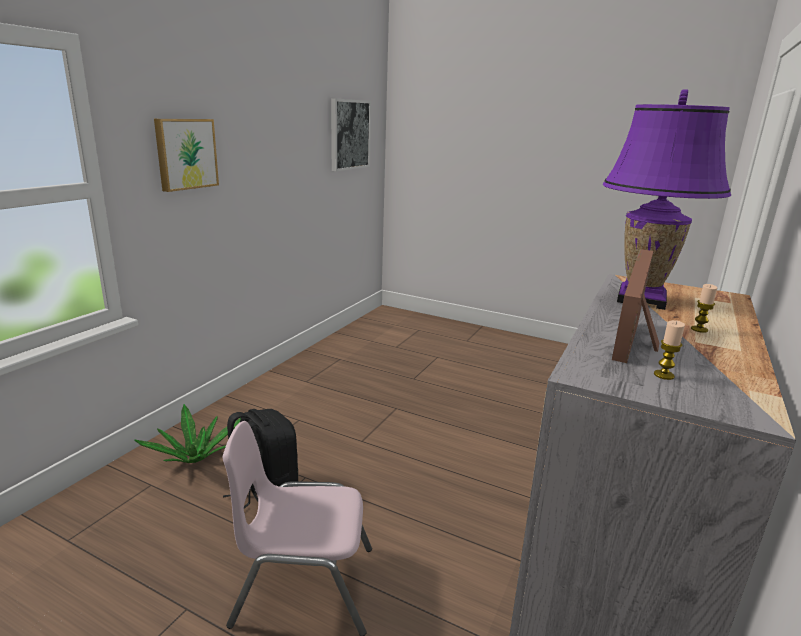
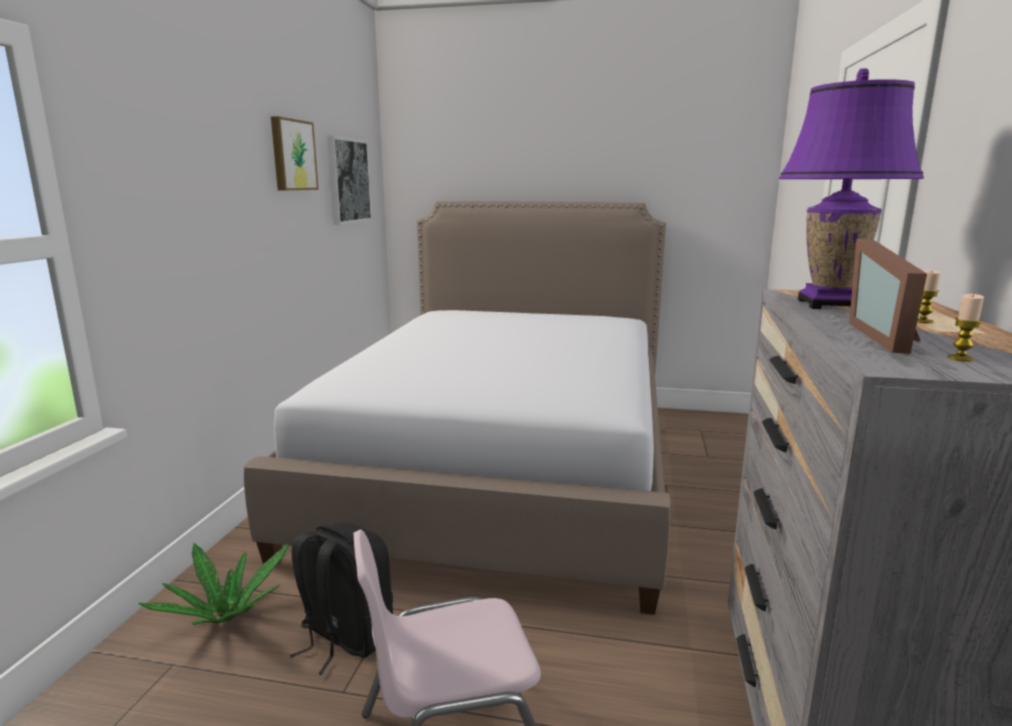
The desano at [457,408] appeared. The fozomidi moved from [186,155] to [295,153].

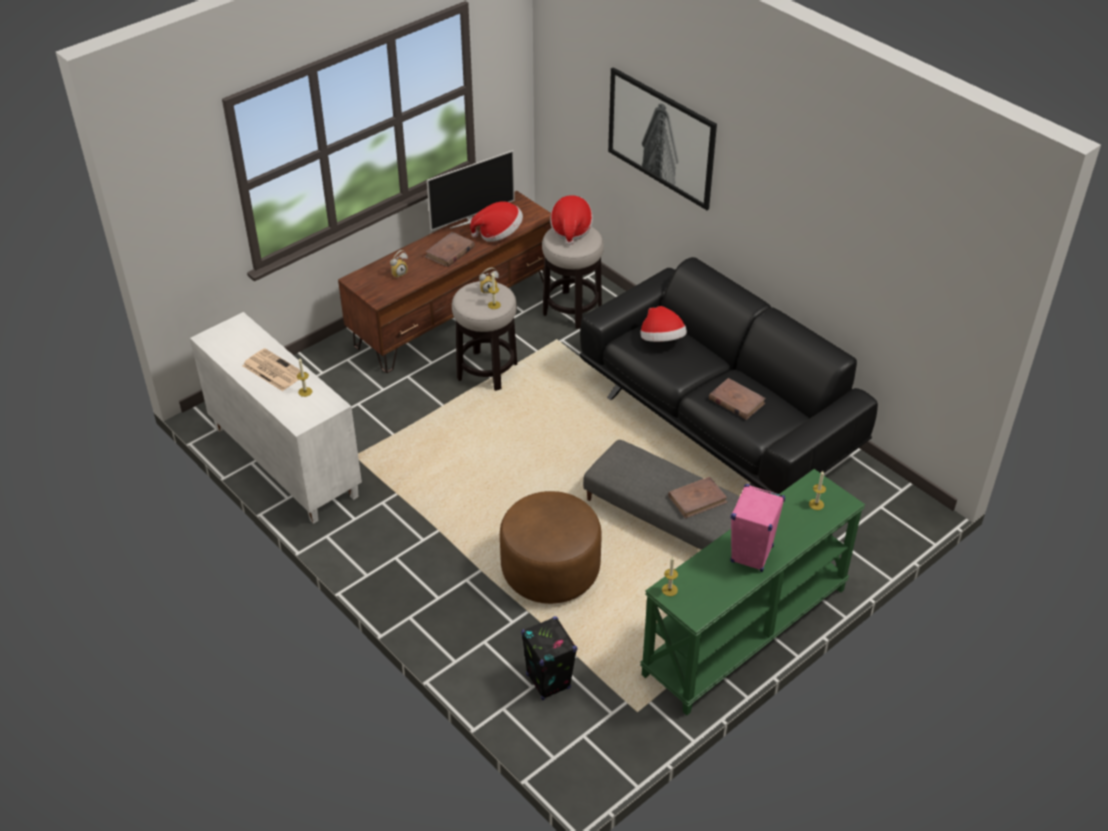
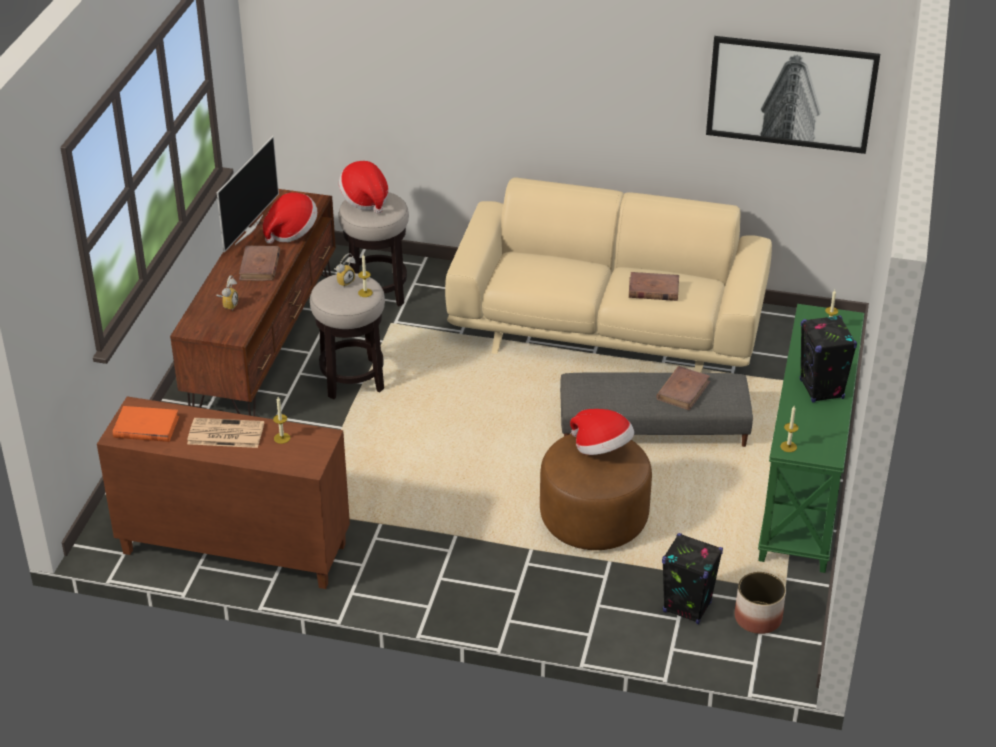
The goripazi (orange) at [146,424] appeared. The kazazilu at [760,603] appeared. The fozomidi moved from [662,138] to [793,95]. The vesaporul moved from [664,324] to [602,432]. The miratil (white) at [276,418] became the miratil (brown) at [223,492]. The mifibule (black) at [729,375] became the mifibule (beige) at [608,275]. The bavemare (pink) at [757,528] became the bavemare (black) at [828,358].

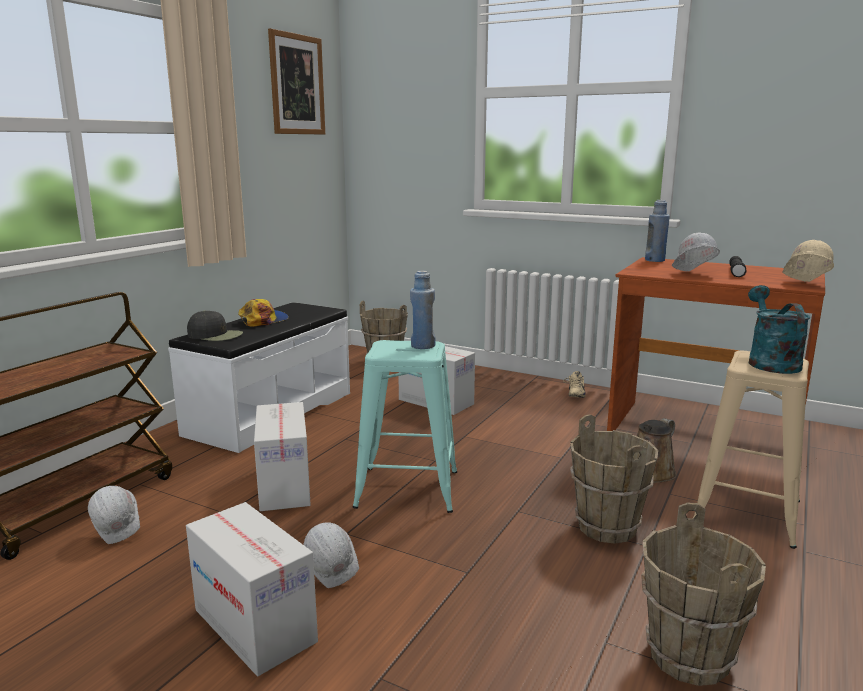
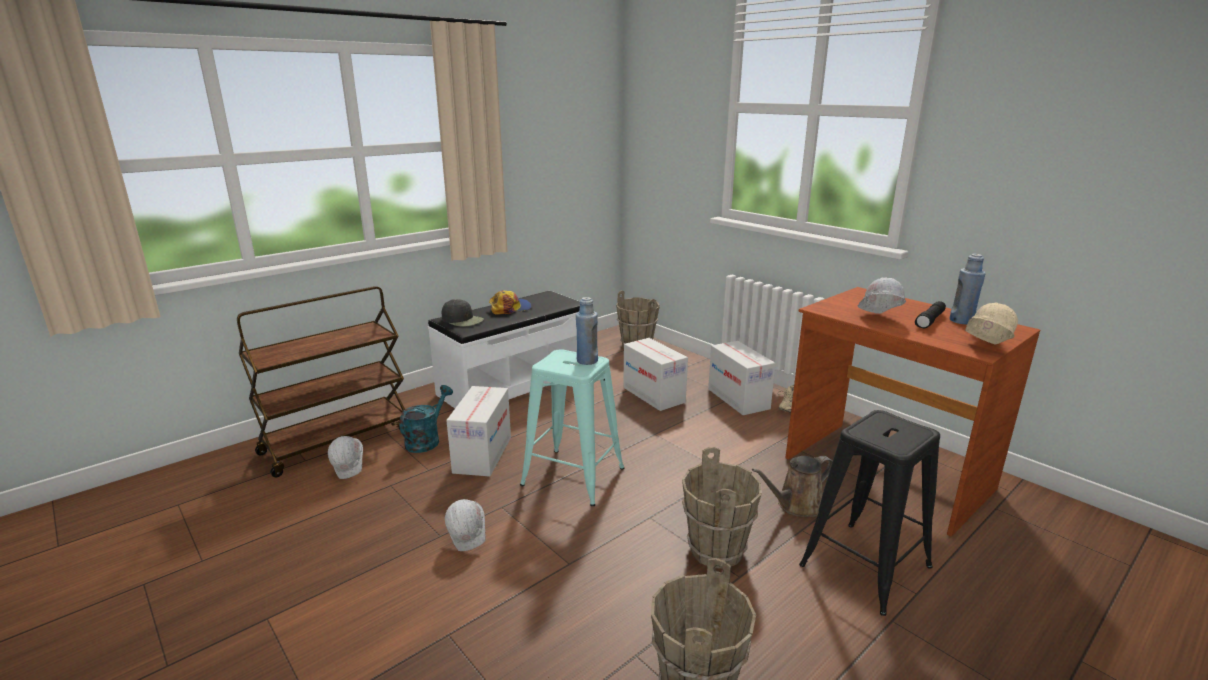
The fozomidi at [296,81] disappeared. The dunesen moved from [252,589] to [742,378]. The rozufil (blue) moved from [657,231] to [968,289]. The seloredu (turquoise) moved from [779,329] to [426,419]. The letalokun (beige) at [751,450] became the letalokun (black) at [869,513].

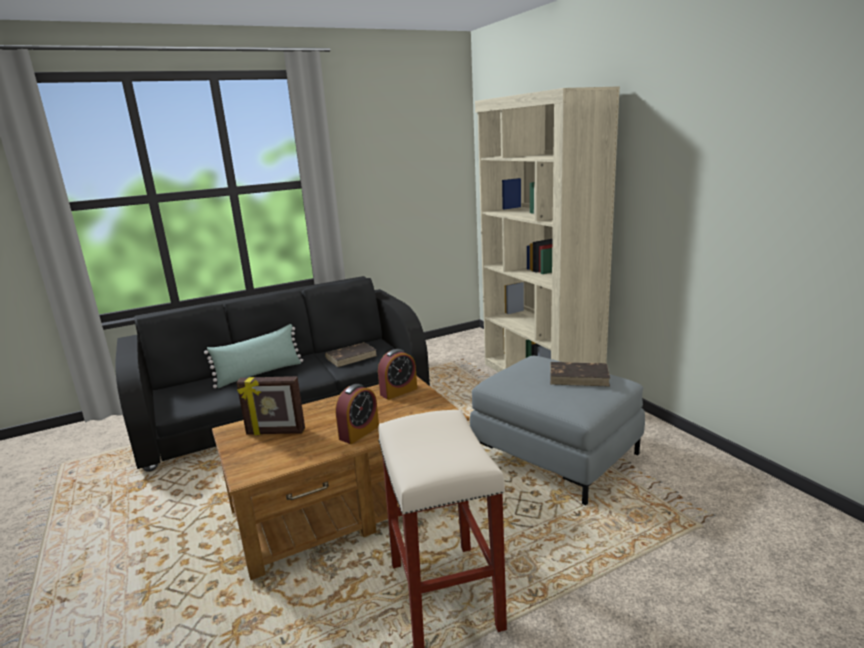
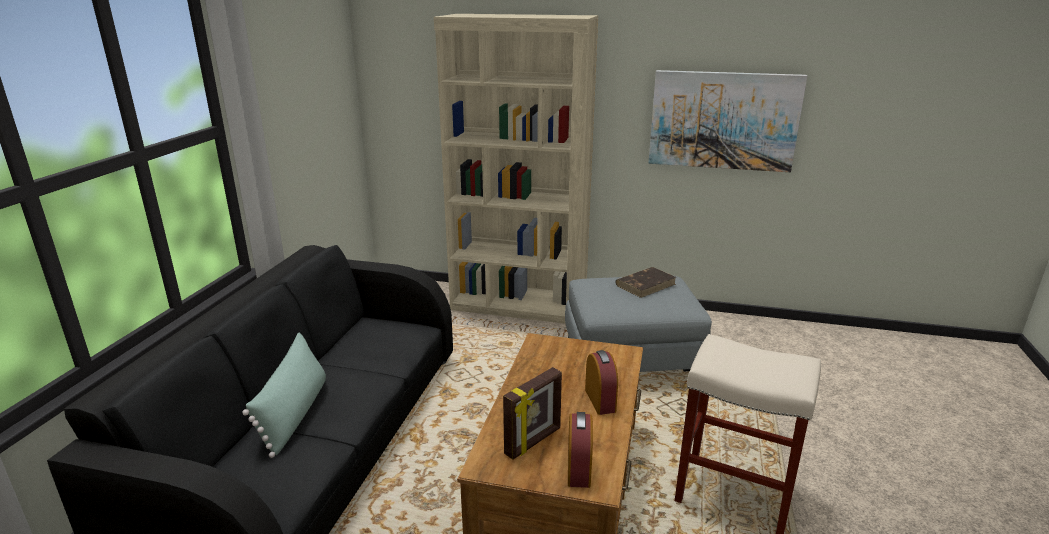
The goripazi (brown) at [351,354] disappeared. The fozomidi at [727,121] appeared. The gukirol moved from [397,374] to [580,450].

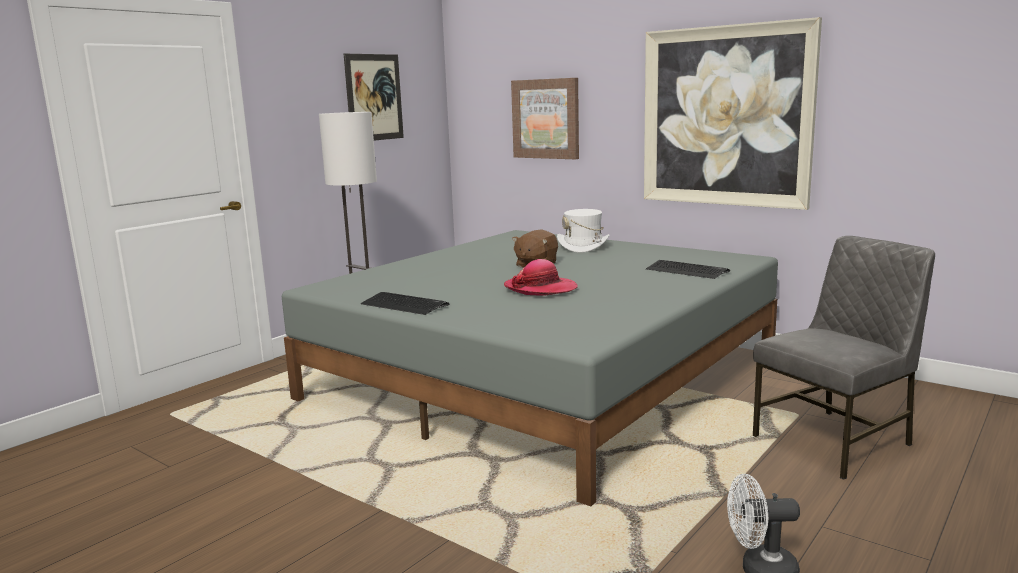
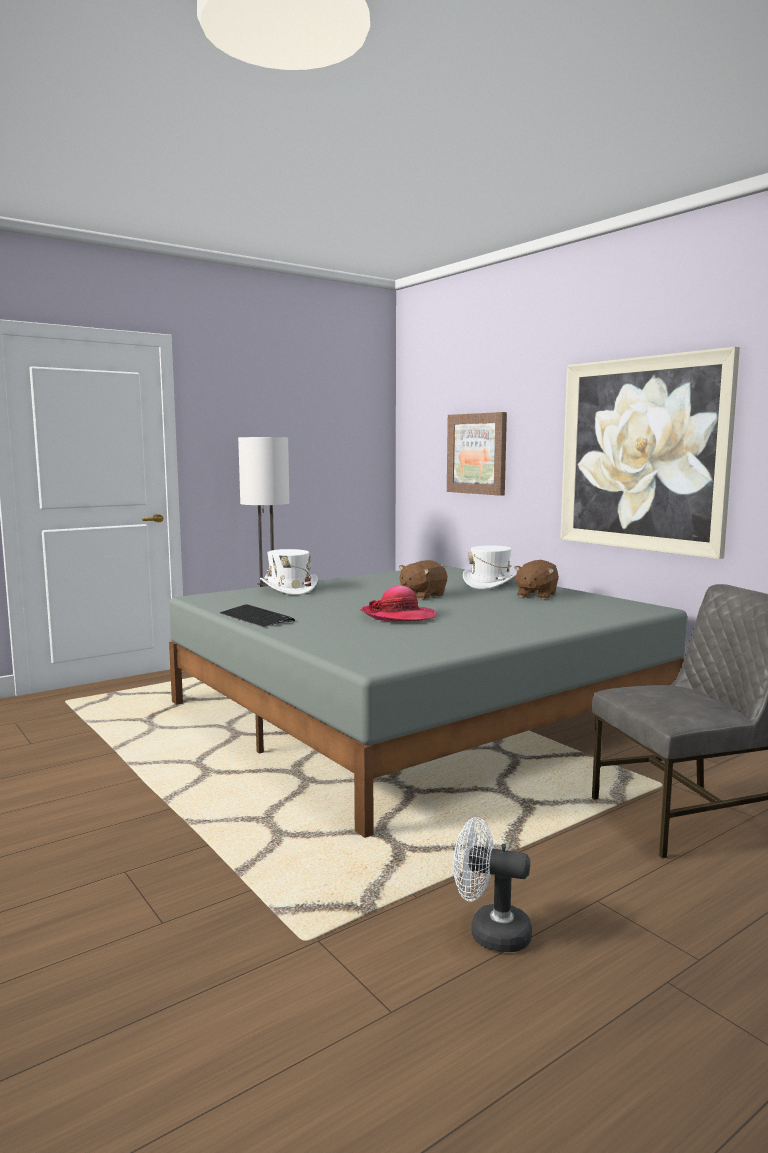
The fozomidi at [374,97] disappeared. The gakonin at [688,269] disappeared. The vesaporul (white) at [289,572] appeared. The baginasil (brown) at [536,579] appeared.

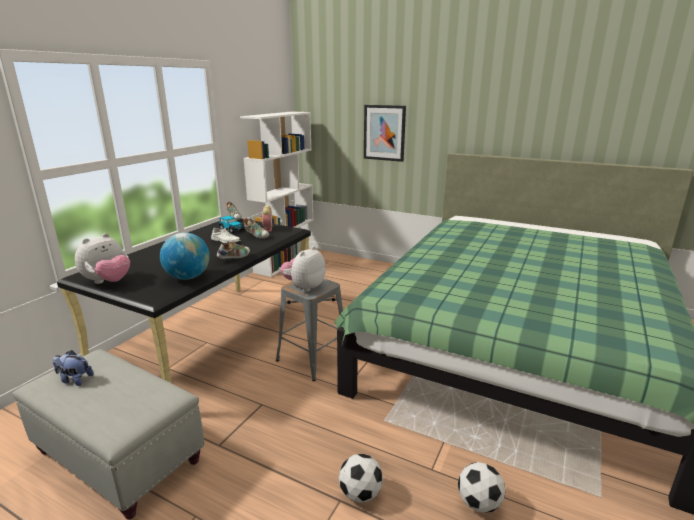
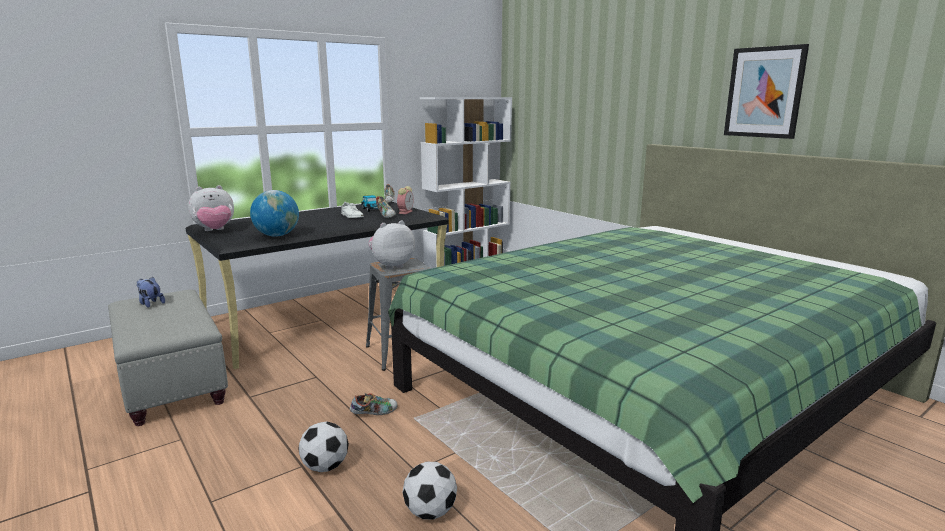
The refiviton moved from [233,250] to [374,404]. The fozomidi moved from [385,133] to [766,91].

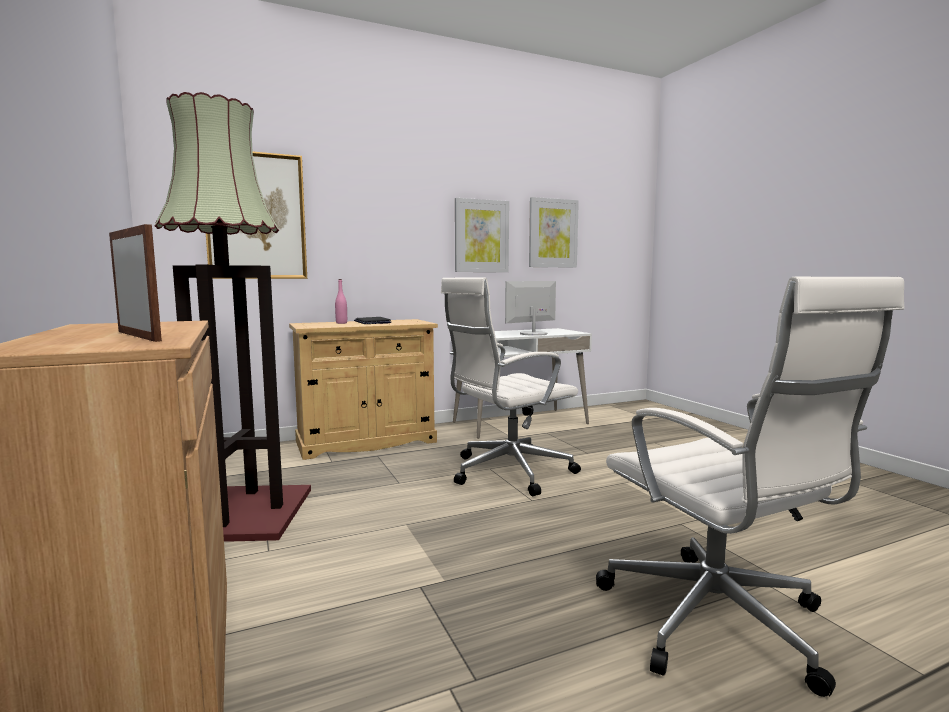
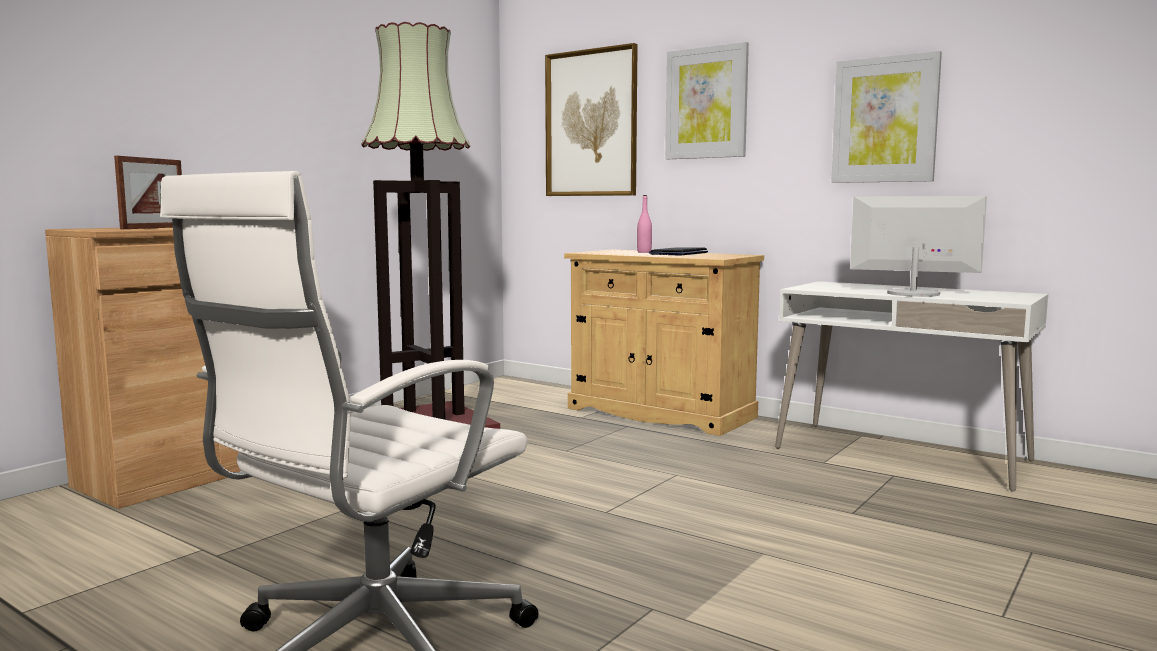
The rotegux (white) at [511,387] disappeared. The fozomidi moved from [554,232] to [707,100].

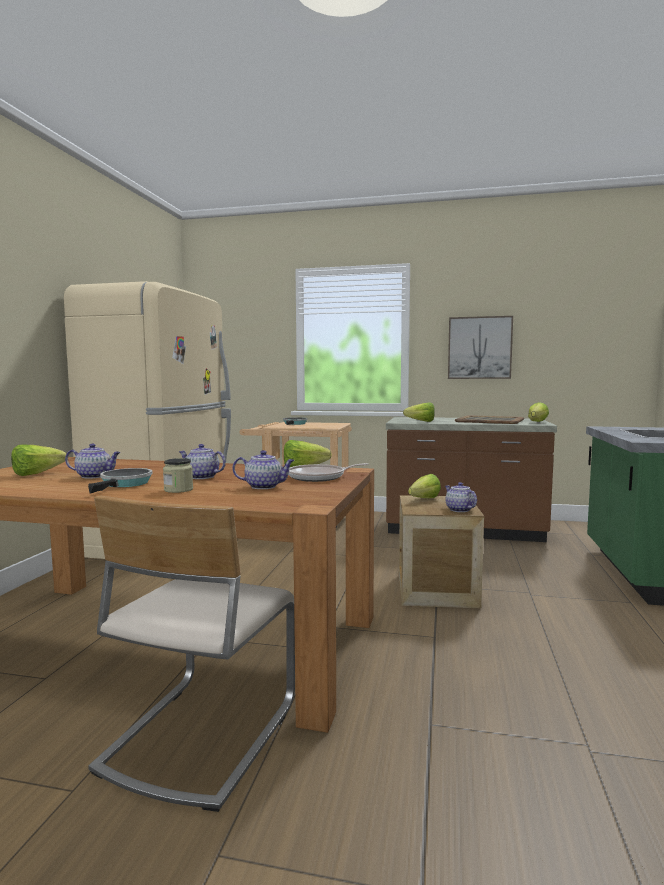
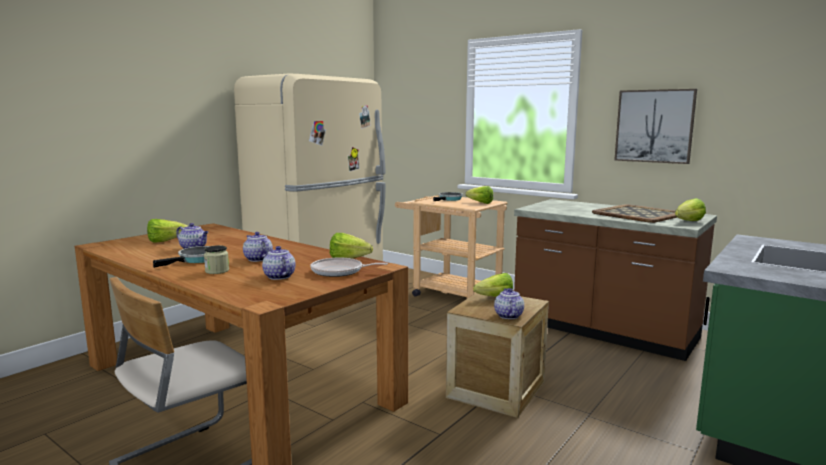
The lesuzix moved from [419,412] to [479,195]. The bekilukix at [264,469] turned 150 degrees counterclockwise.

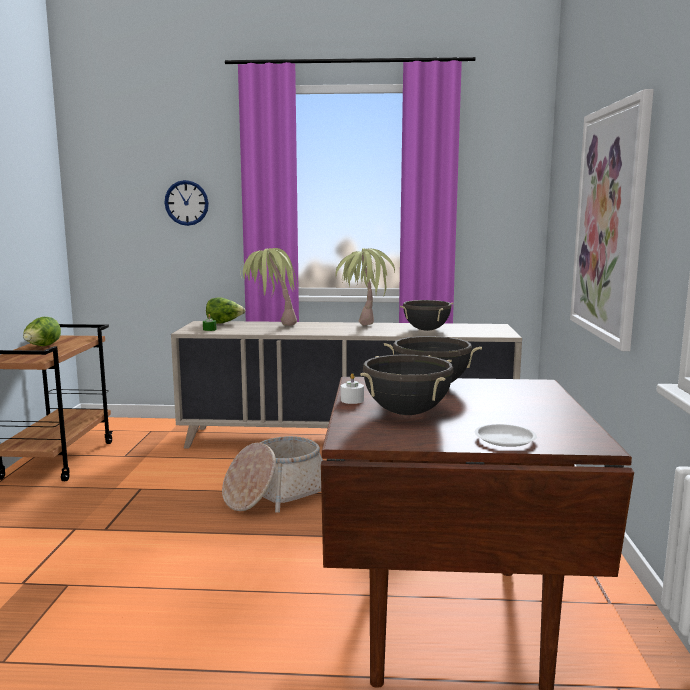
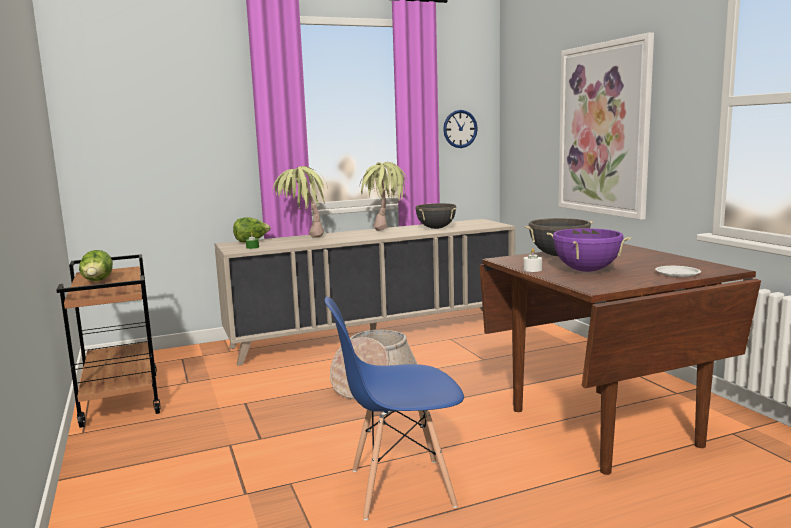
The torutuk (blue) at [394,409] appeared. The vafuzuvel moved from [186,203] to [460,129]. The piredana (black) at [407,385] became the piredana (purple) at [589,250].

